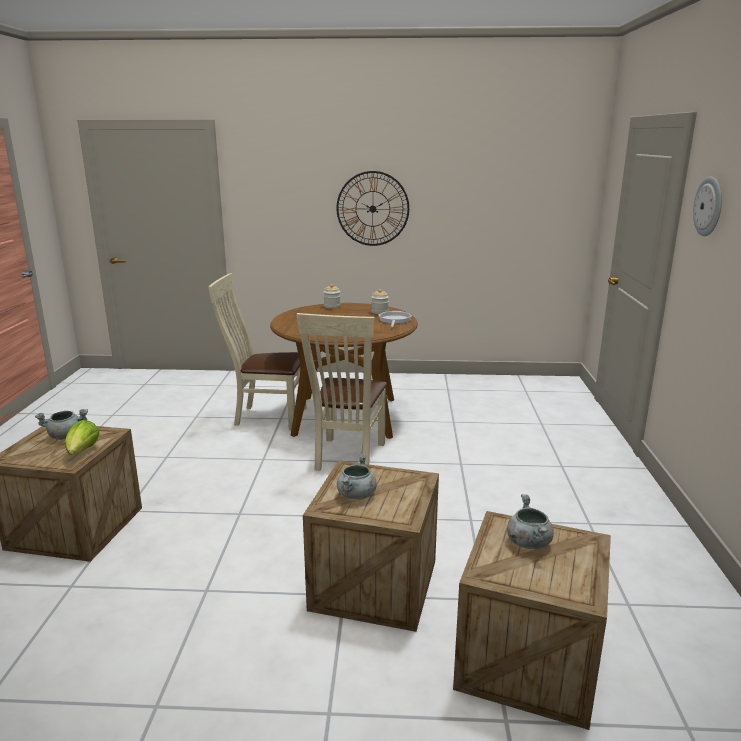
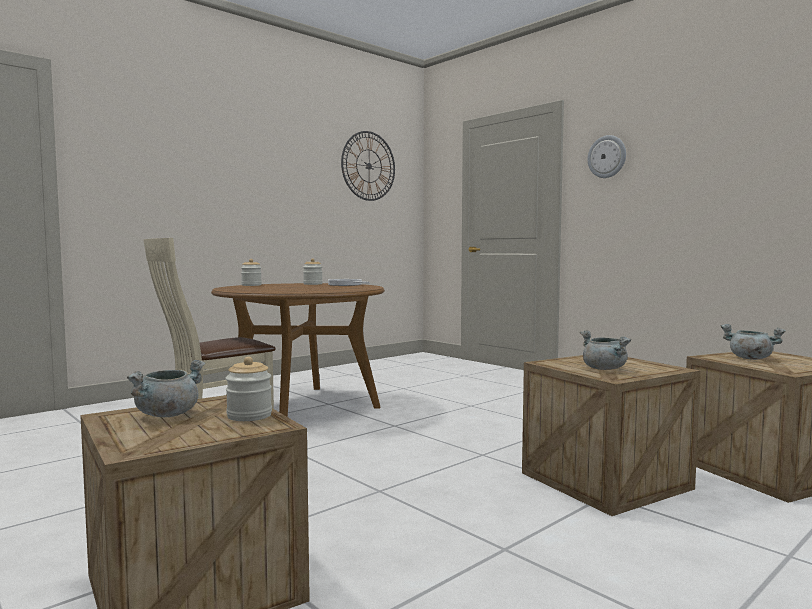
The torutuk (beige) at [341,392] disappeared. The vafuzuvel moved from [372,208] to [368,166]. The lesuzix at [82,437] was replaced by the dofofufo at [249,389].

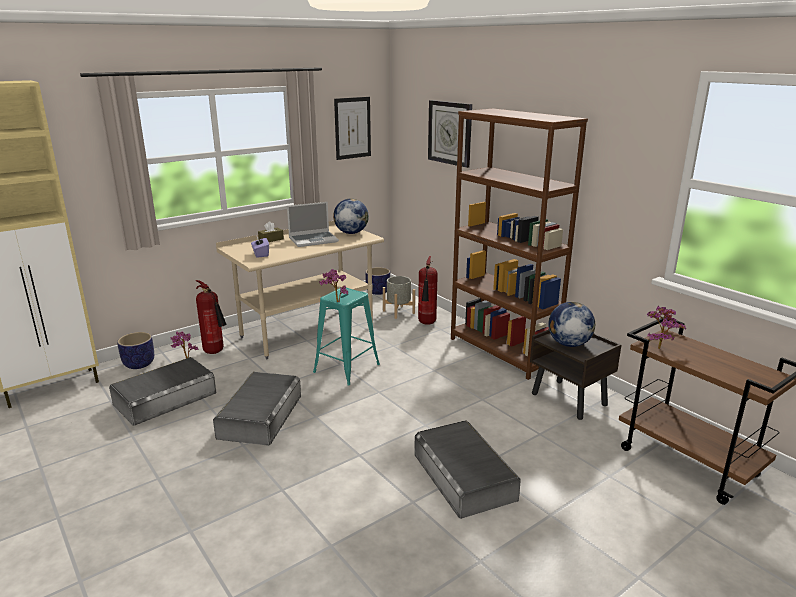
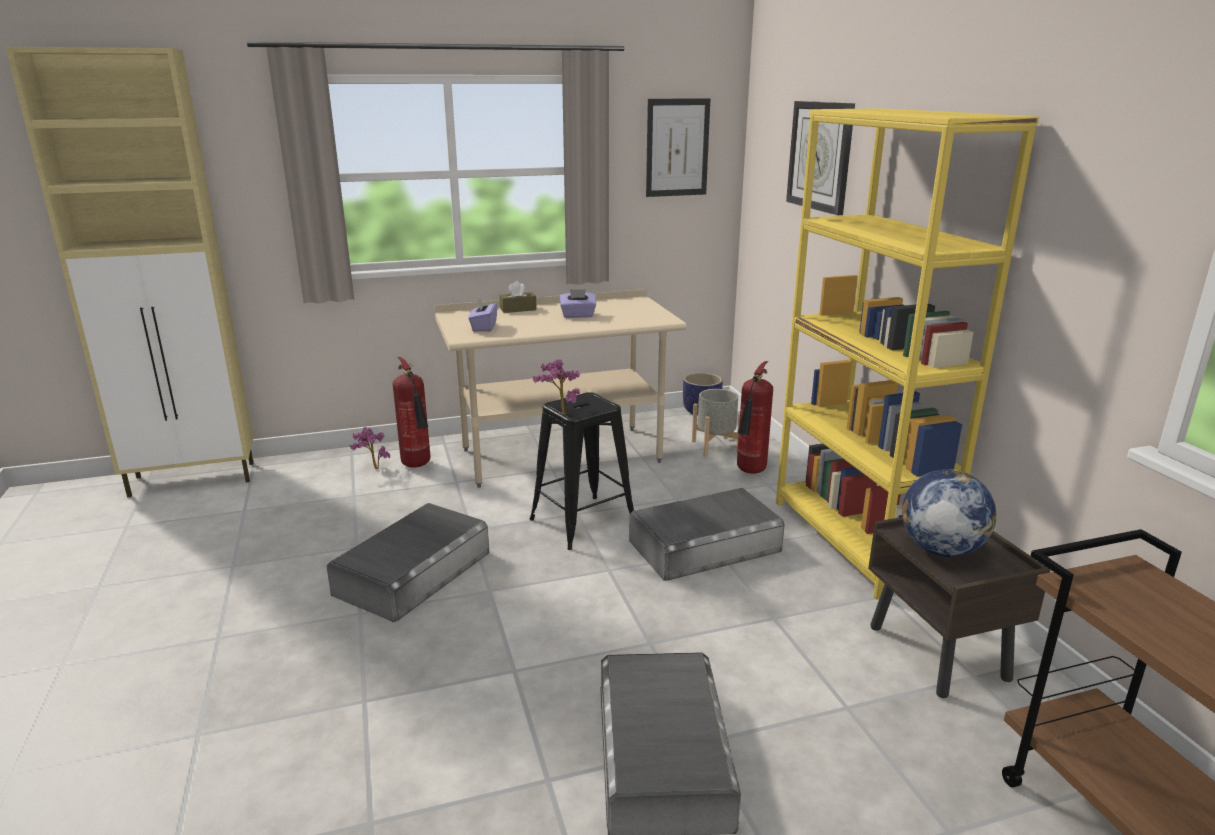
The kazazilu at [135,350] disappeared. The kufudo at [351,216] disappeared. The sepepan at [666,327] disappeared. The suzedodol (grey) moved from [163,391] to [707,534]. The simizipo at [313,224] was replaced by the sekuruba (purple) at [577,303]. The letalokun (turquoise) at [346,336] became the letalokun (black) at [582,471]. The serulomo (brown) at [519,244] became the serulomo (yellow) at [907,354].

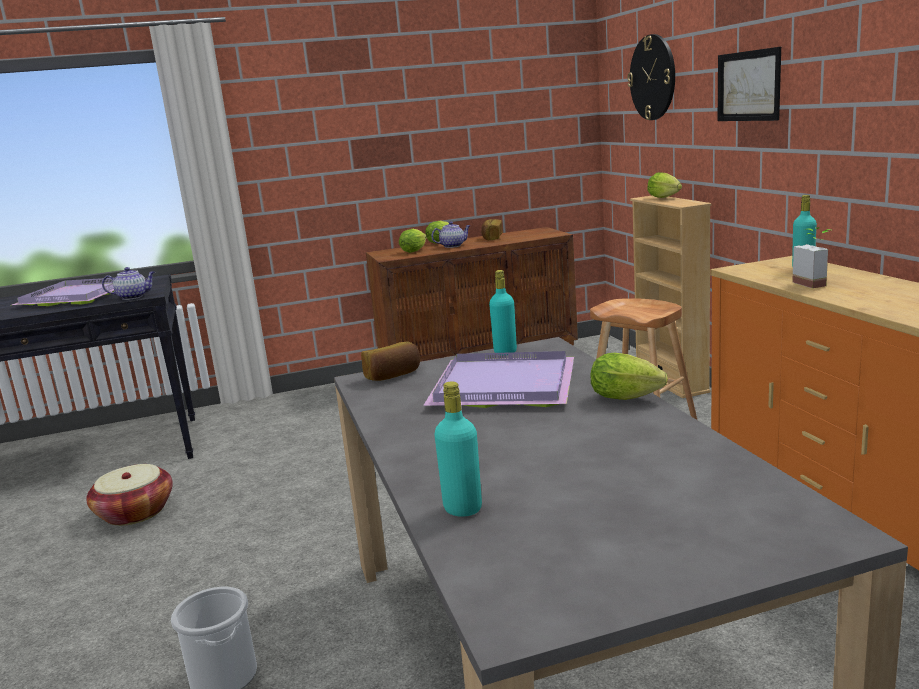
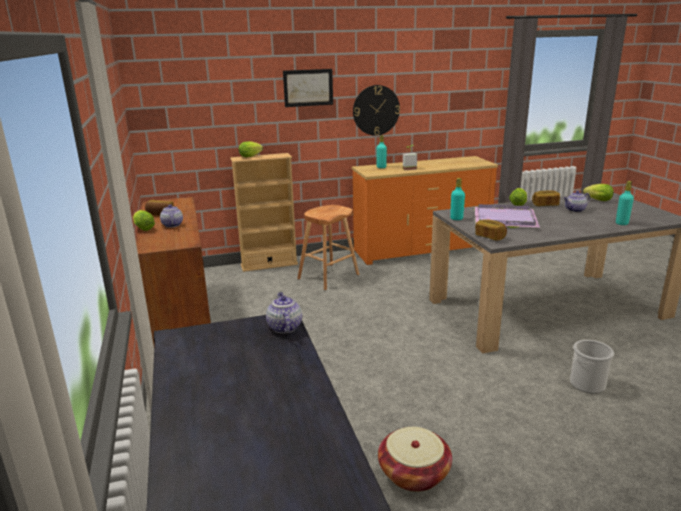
The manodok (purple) at [63,292] disappeared. The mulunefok at [546,198] appeared. The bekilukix at [577,201] appeared. The lesuzix moved from [413,241] to [598,192]. The vafuzuvel moved from [651,77] to [376,110].

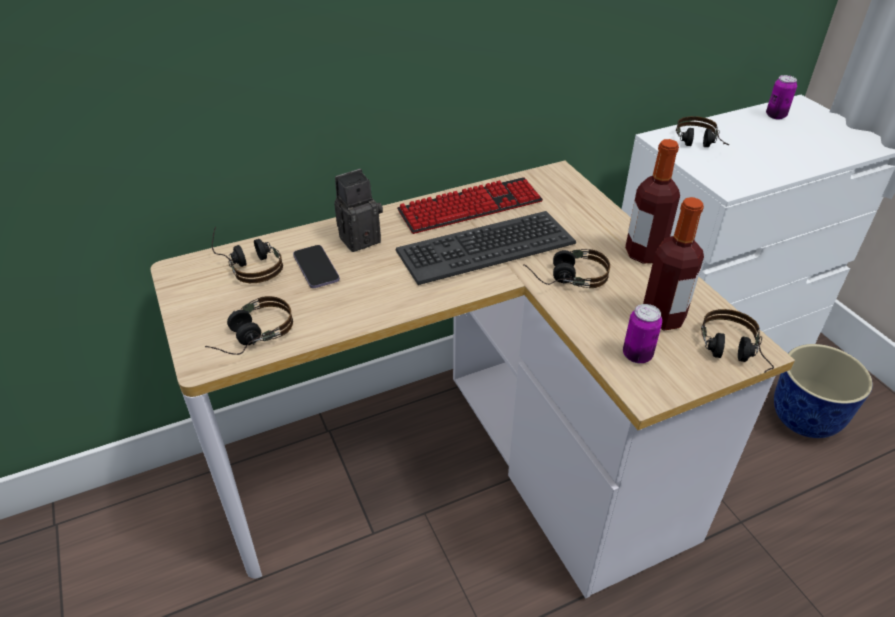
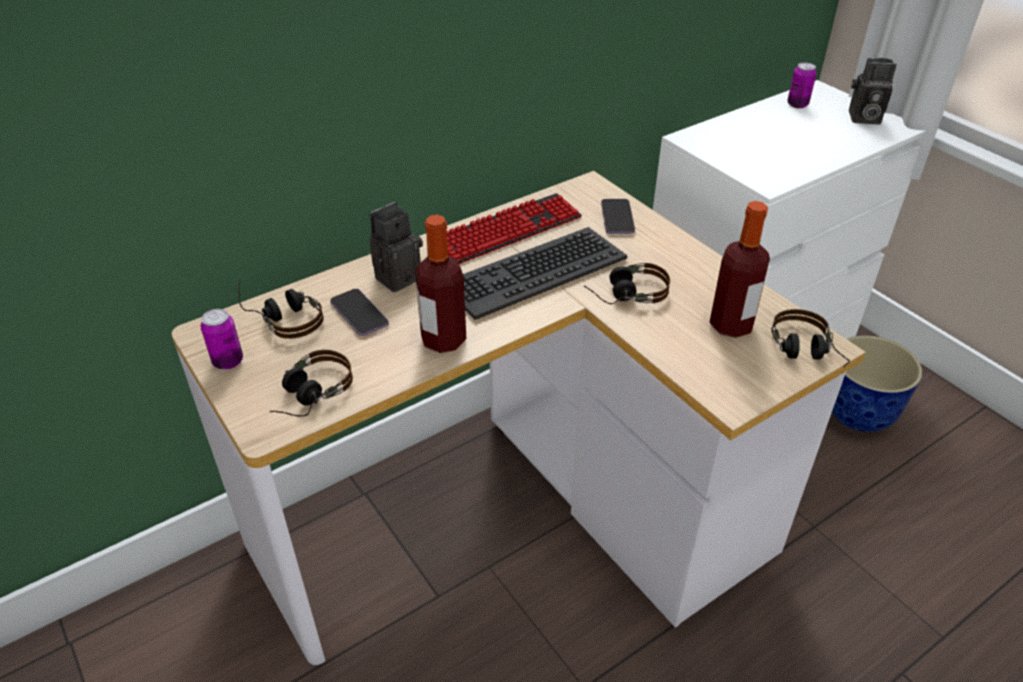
The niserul at [702,131] disappeared. The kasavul at [618,216] appeared. The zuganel at [873,91] appeared. The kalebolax moved from [642,333] to [222,339]. The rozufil moved from [652,201] to [440,284].

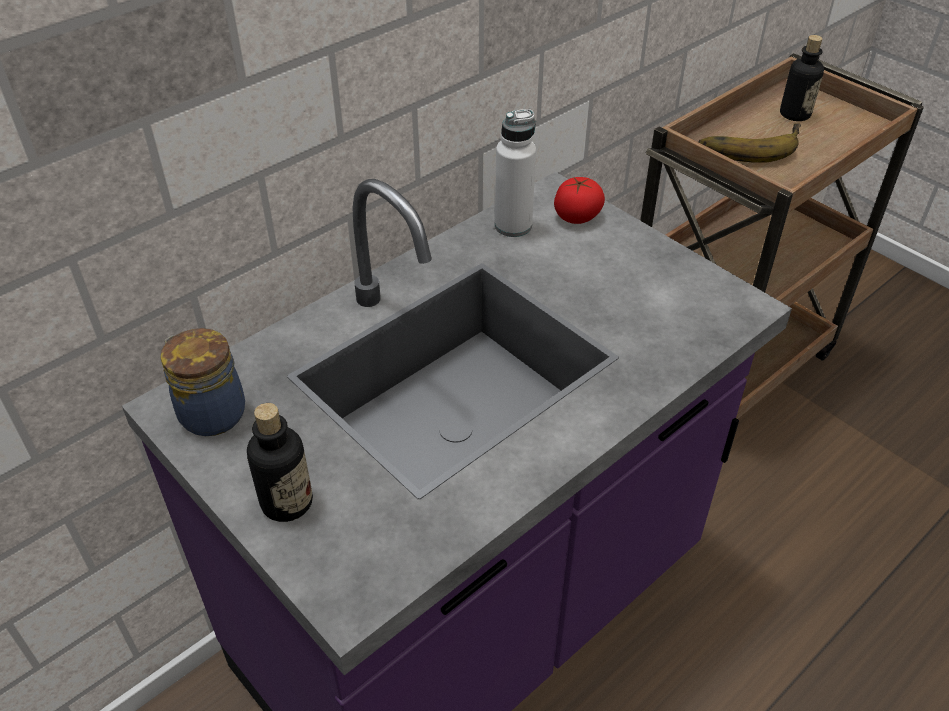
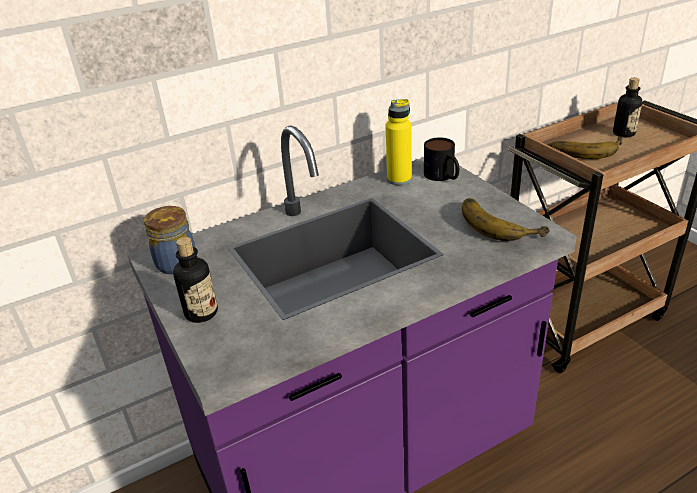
The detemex at [506,219] appeared. The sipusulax at [579,200] was replaced by the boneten at [441,159]. The rozufil (white) at [515,173] became the rozufil (yellow) at [398,142].

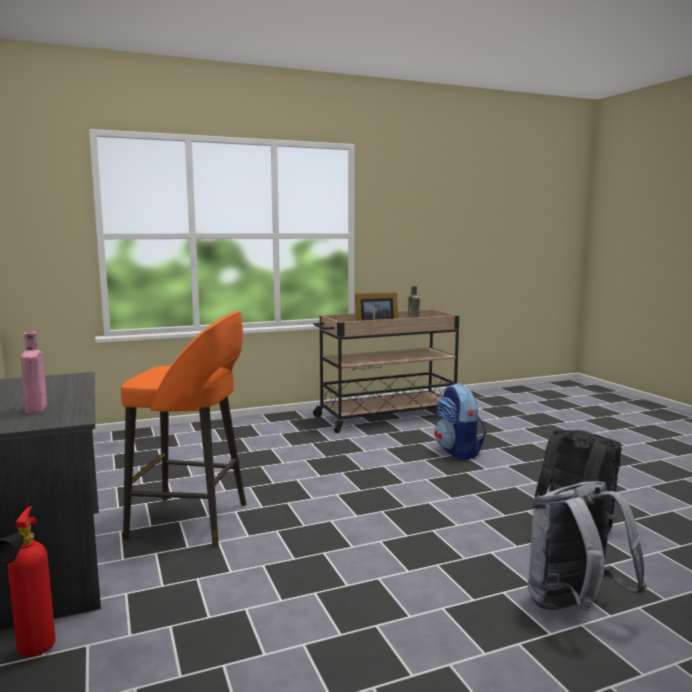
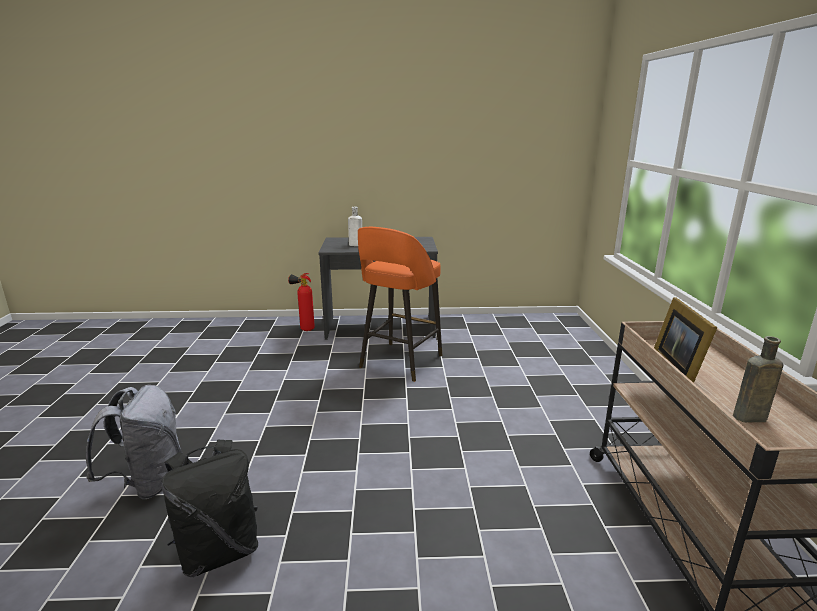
The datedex at [460,422] disappeared. The rozufil (pink) at [34,372] became the rozufil (white) at [355,226].

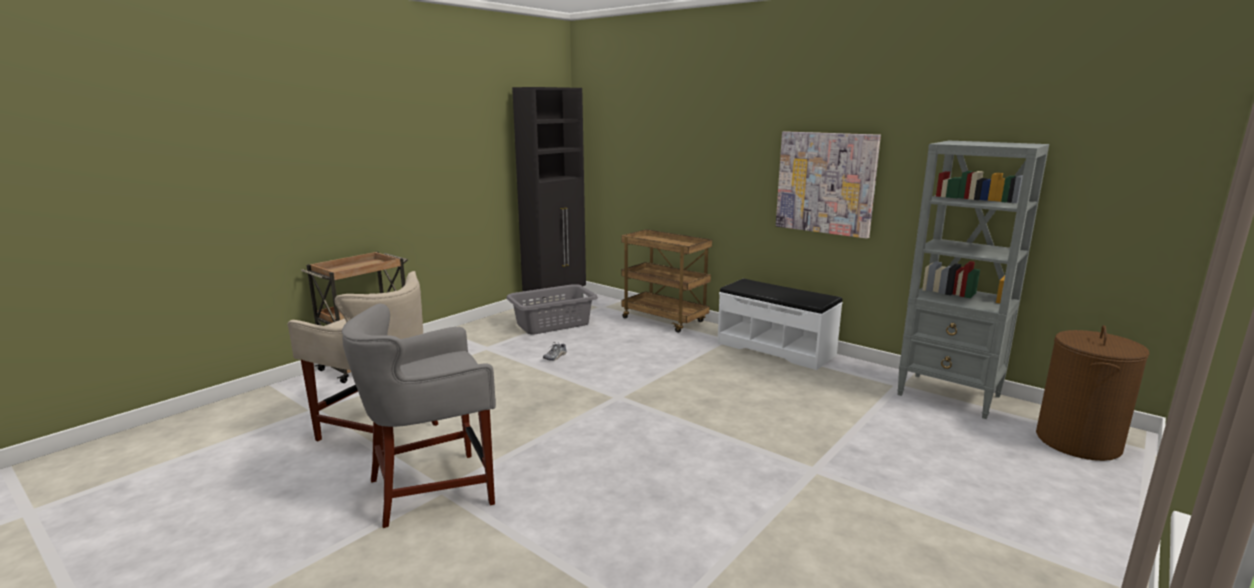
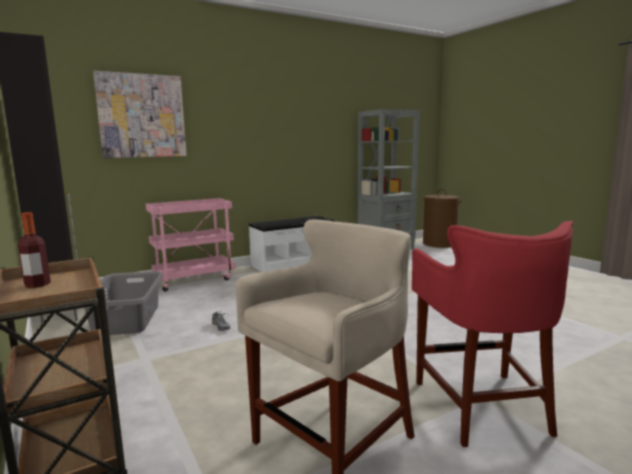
The rozufil at [34,250] appeared. The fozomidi moved from [828,185] to [139,114]. The letalokun (grey) at [419,415] became the letalokun (red) at [493,334]. The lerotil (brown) at [666,281] became the lerotil (pink) at [191,244].

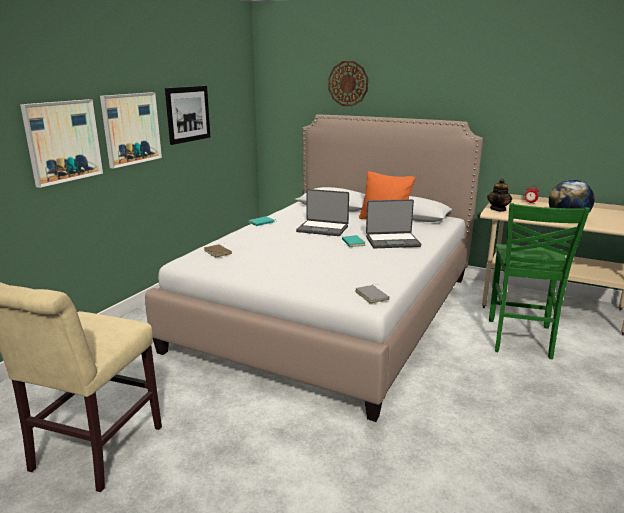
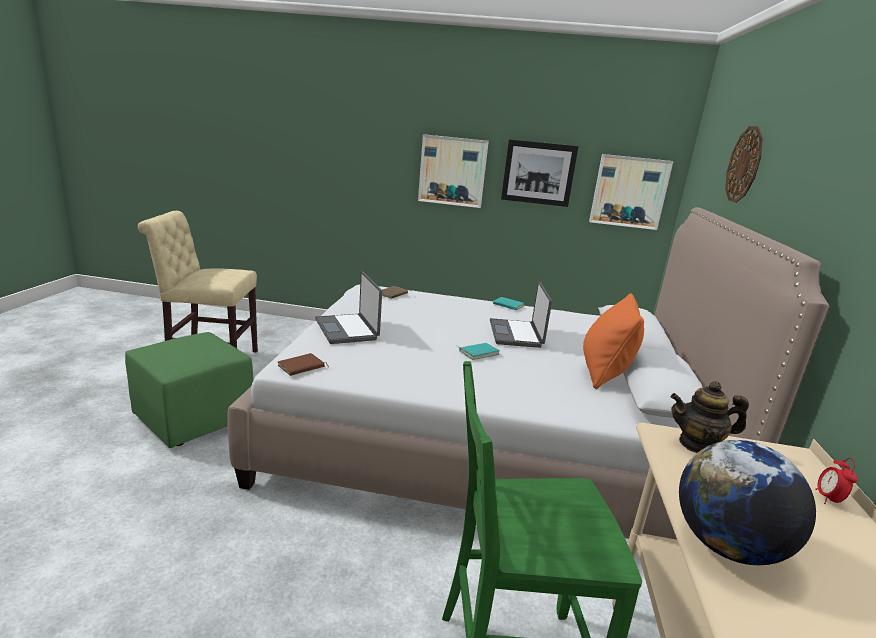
The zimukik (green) at [189,390] appeared. The fozomidi moved from [61,143] to [631,192]. The simizipo moved from [393,223] to [348,307]. The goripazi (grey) at [372,294] became the goripazi (brown) at [303,364].

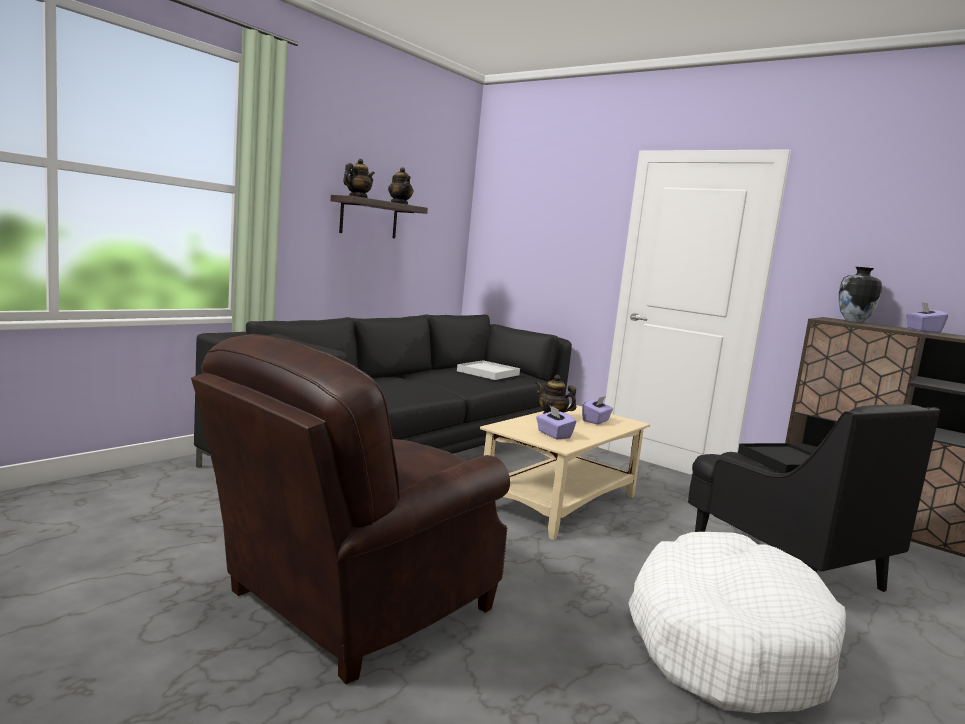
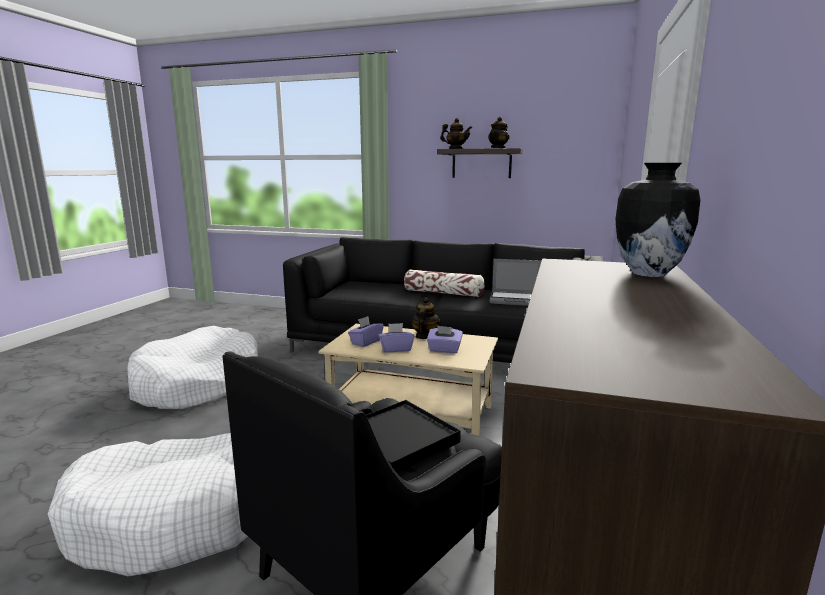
The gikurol at [444,283] appeared. The sekuruba (purple) moved from [927,318] to [396,338]. The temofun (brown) at [350,509] was replaced by the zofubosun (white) at [192,367]. The manodok (white) at [488,370] was replaced by the simizipo at [515,282].

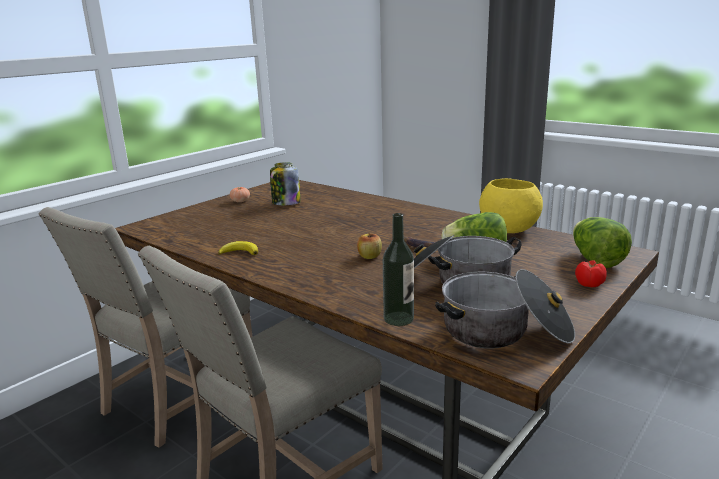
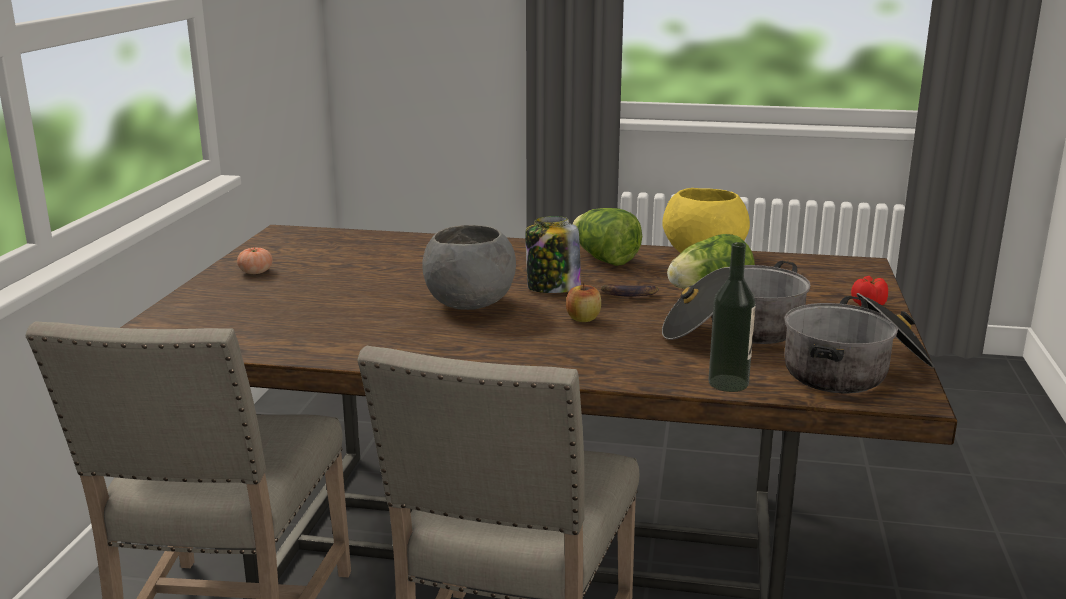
The detemex at [238,248] disappeared. The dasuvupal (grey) at [469,267] appeared. The dofofufo moved from [285,184] to [553,254]. The lesuzix moved from [602,242] to [607,237].

